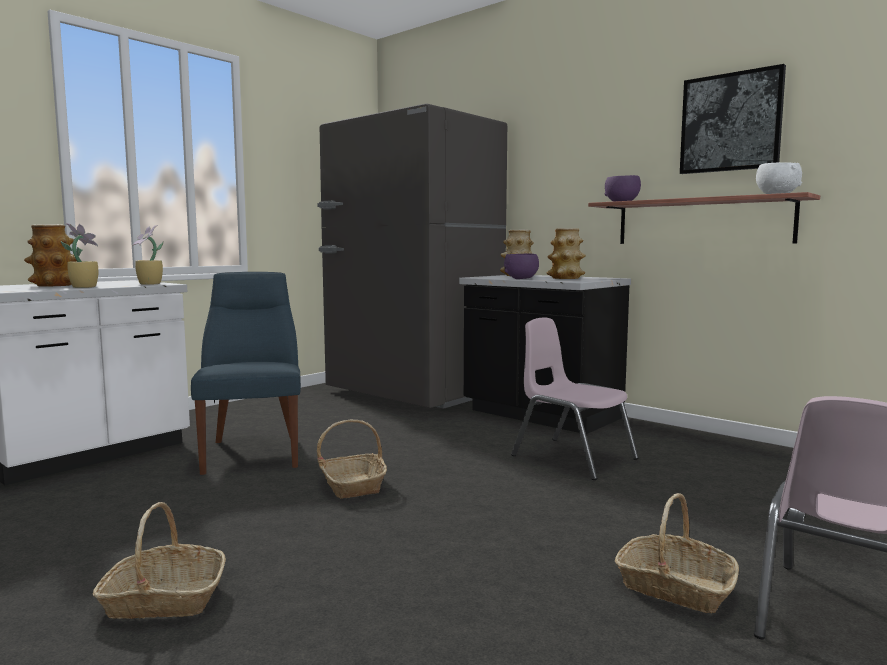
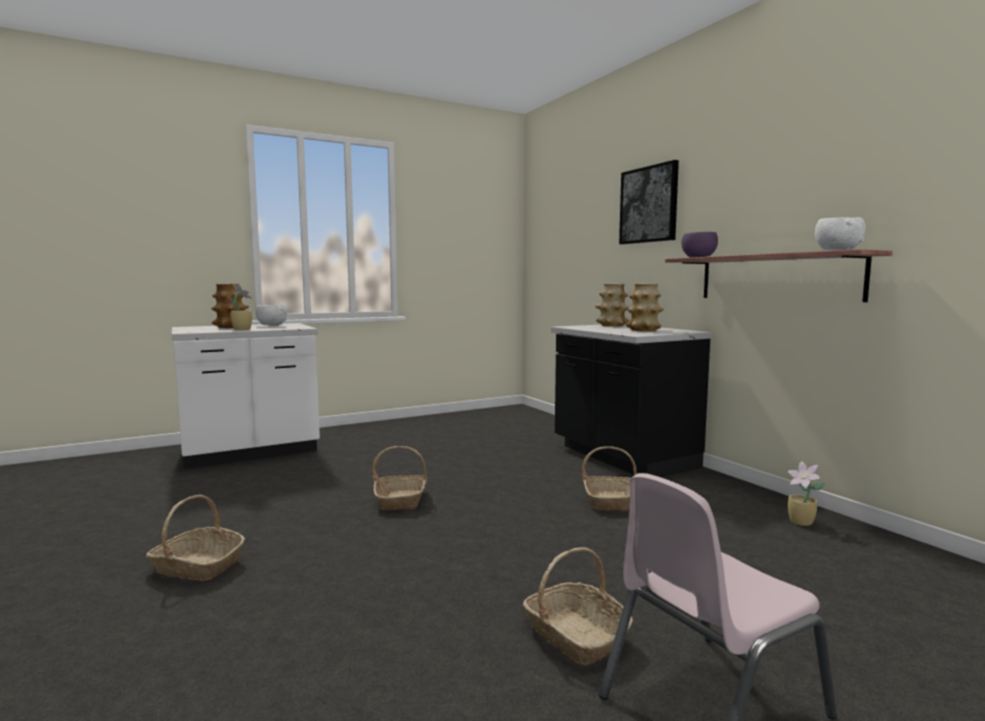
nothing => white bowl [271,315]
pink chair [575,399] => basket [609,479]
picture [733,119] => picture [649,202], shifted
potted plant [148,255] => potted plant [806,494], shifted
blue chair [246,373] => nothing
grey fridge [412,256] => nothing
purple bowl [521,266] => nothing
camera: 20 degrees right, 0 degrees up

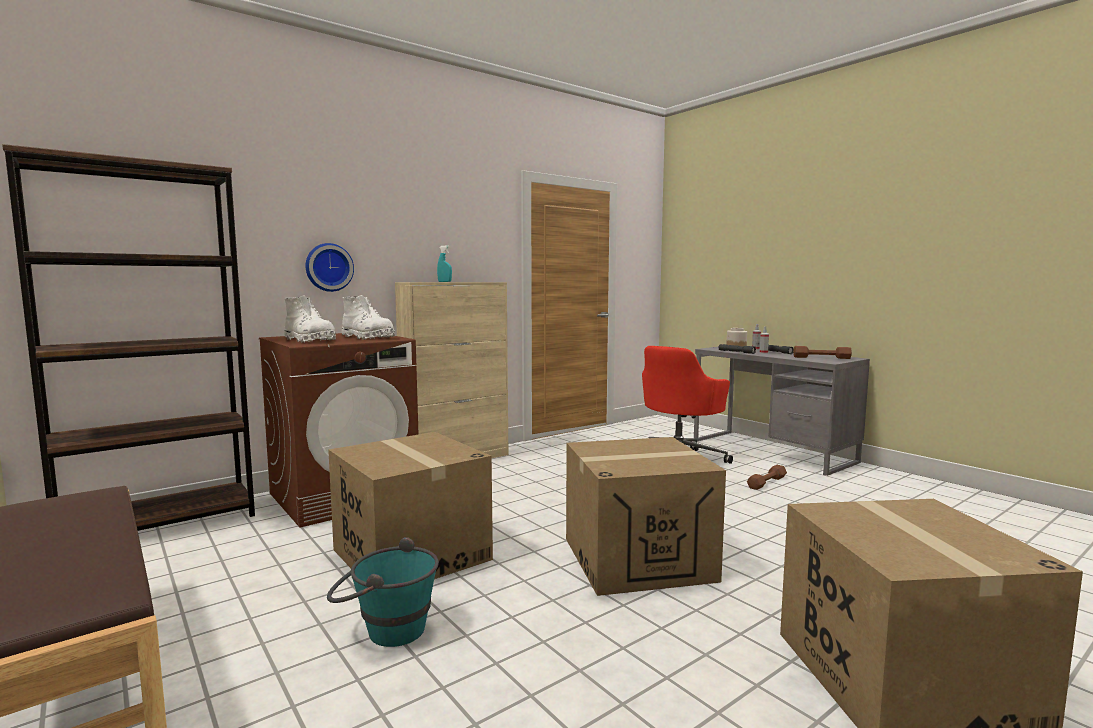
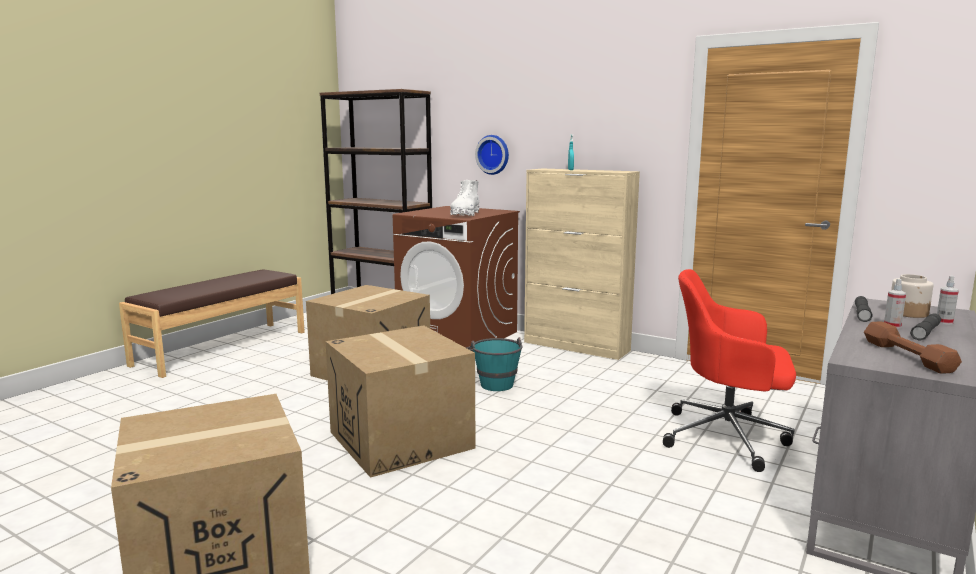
turquoise bucket [383,592] => turquoise bucket [494,364], shifted
white boot [310,319] => nothing
brown dumbbell [767,477] => nothing
camera: 70 degrees right, 5 degrees up

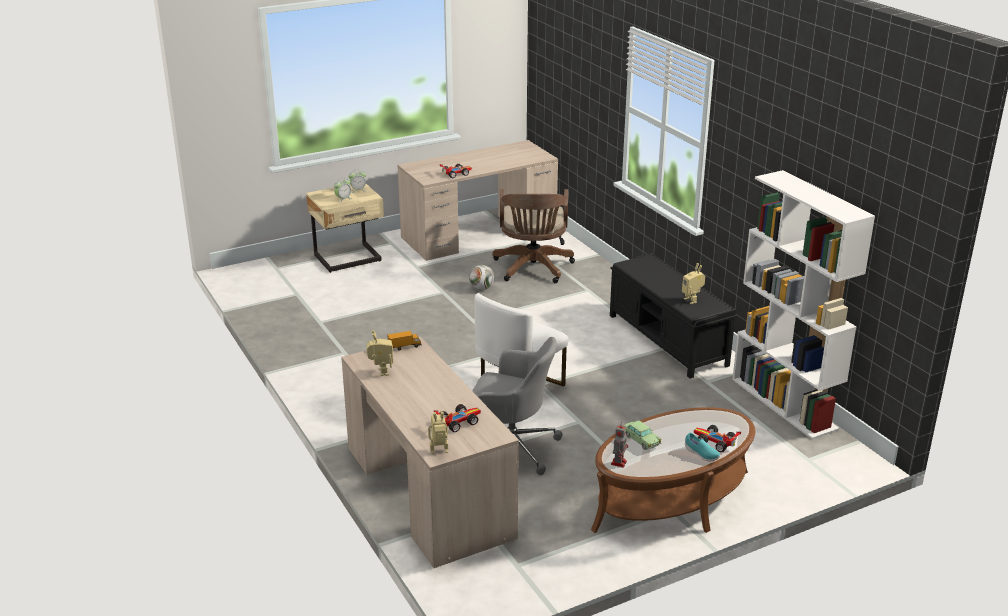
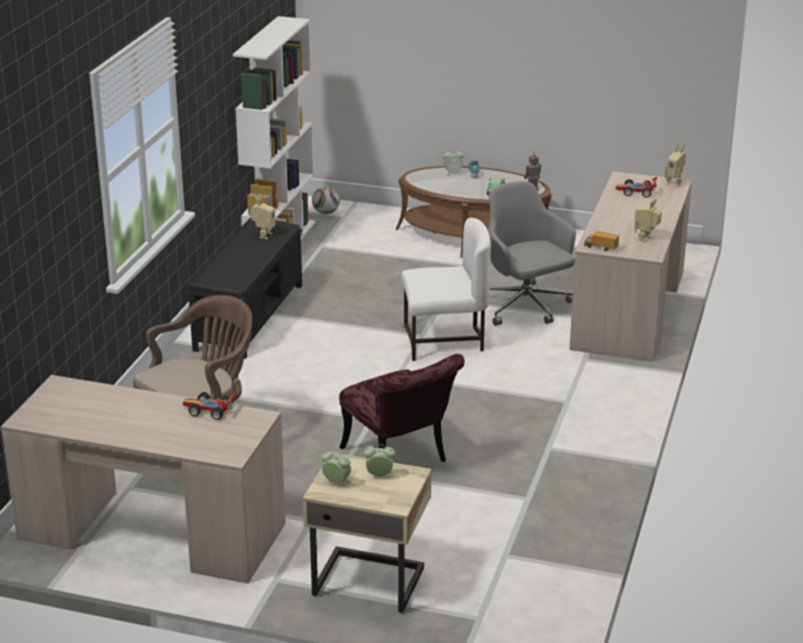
football [481,277] => football [326,200], shifted
nothing => red chair [401,408]
toy car [717,438] => alarm clock [453,162]
camera: 135 degrees left, 0 degrees up

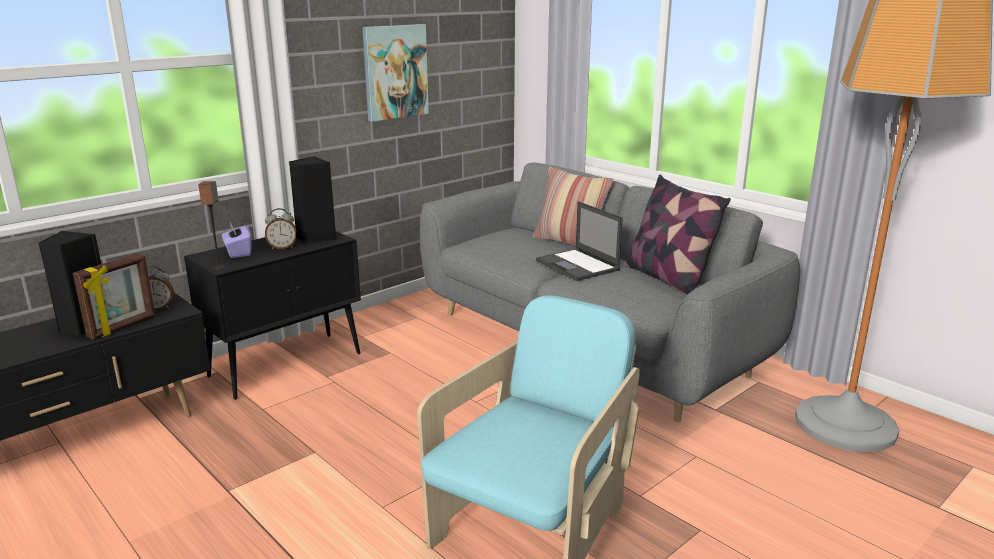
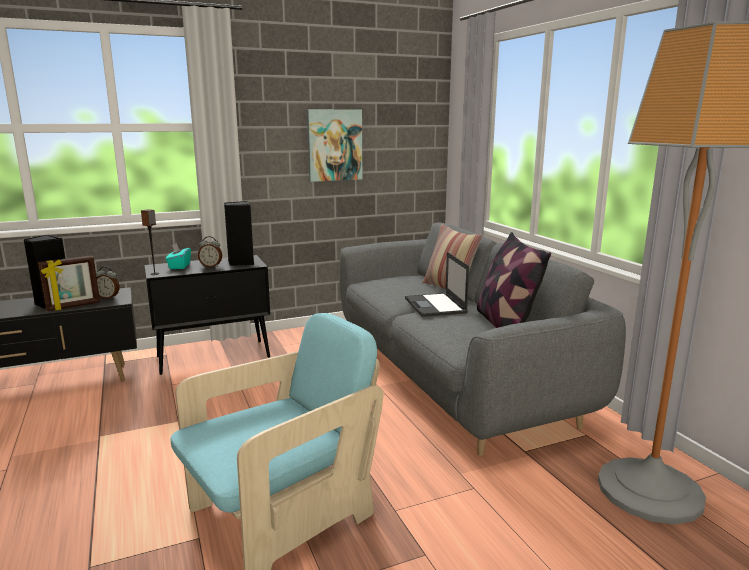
purple tissue box [237,240] => turquoise tissue box [178,256]
camera: 20 degrees right, 5 degrees down

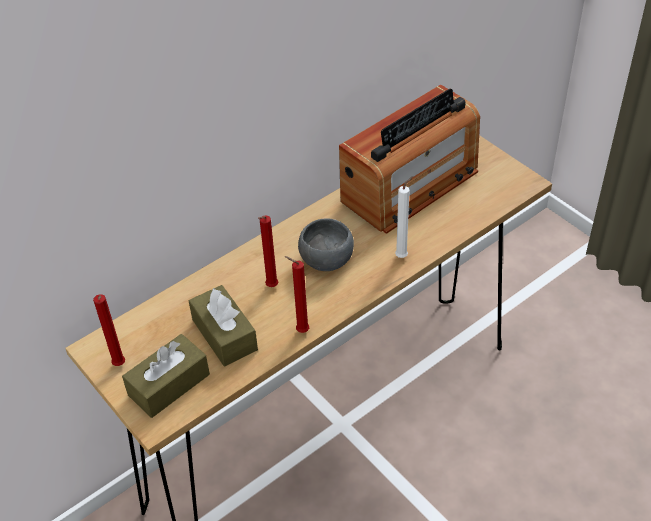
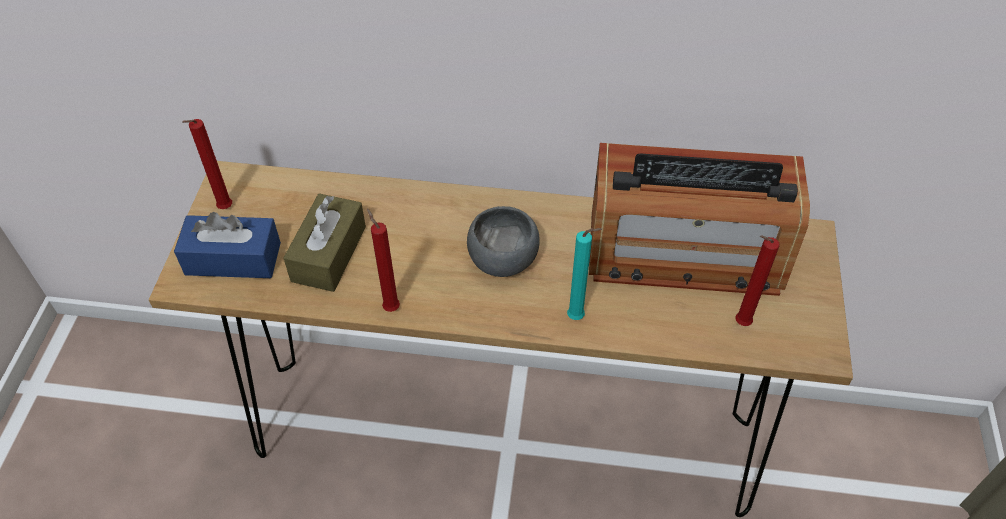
brown tissue box [166,376] => blue tissue box [227,245]
white candle [404,217] => turquoise candle [584,274]
red candle [268,251] => red candle [757,280], shifted
camera: 45 degrees right, 5 degrees up

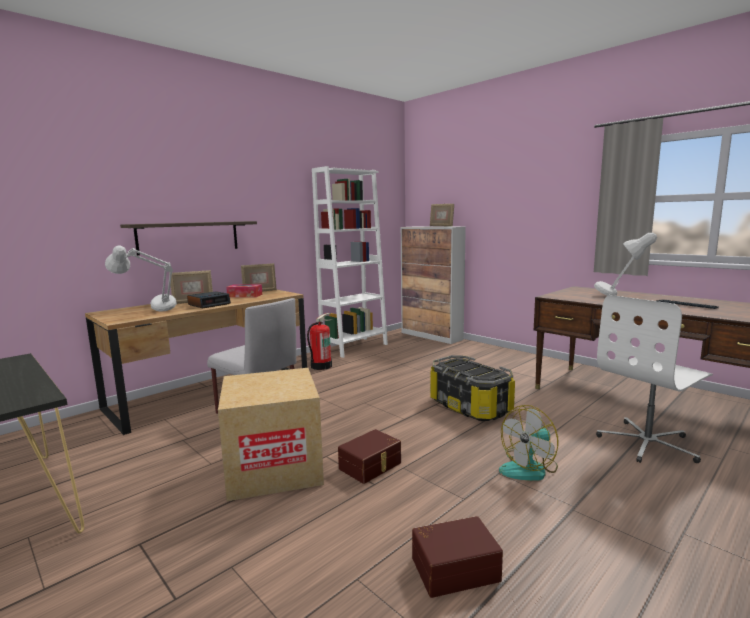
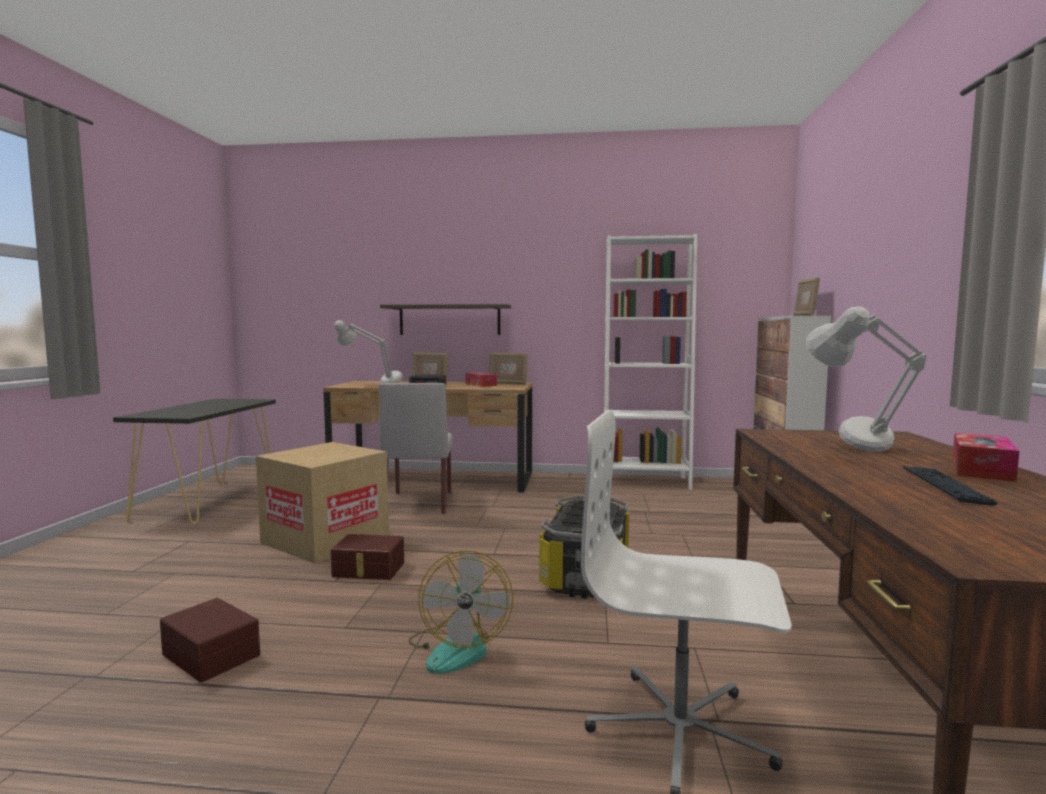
fan [529,443] => fan [461,612], 105 degrees counterclockwise
nothing => tissue box [985,457]
fire extinguisher [320,341] => nothing
camera: 50 degrees right, 5 degrees down

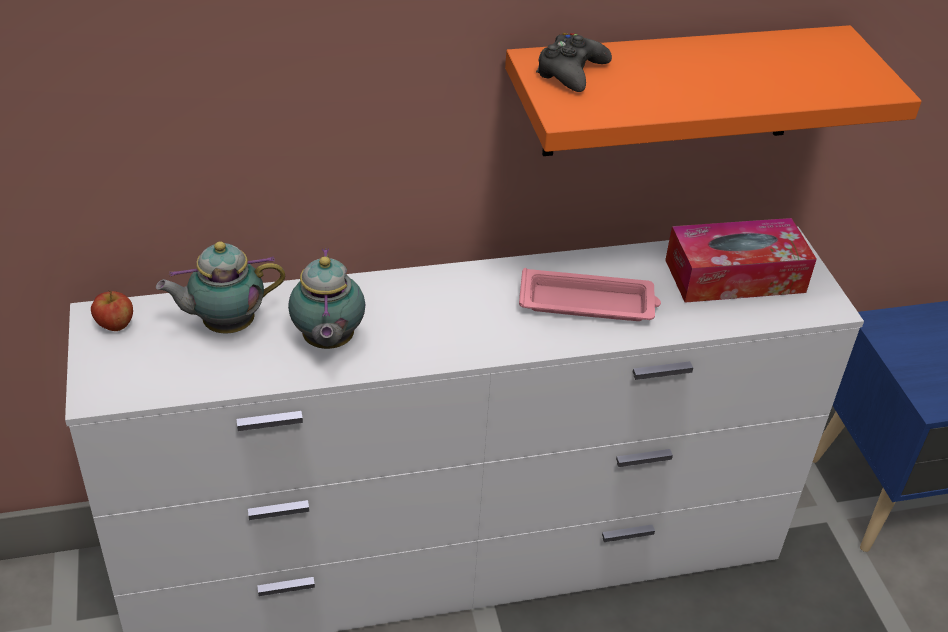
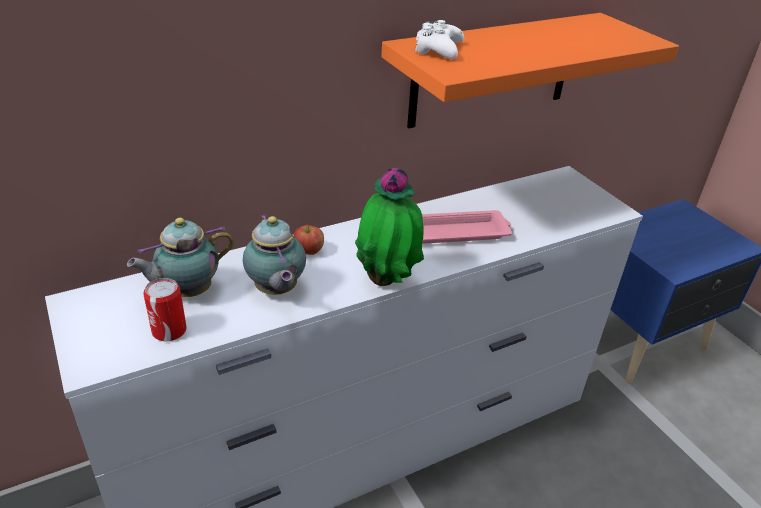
nothing => can [165,309]
apple [112,310] => apple [308,239], shifted
nothing => potted plant [389,227]
black game controller [574,62] => white game controller [439,39]
tissue box [741,260] => nothing
camera: 15 degrees left, 5 degrees down

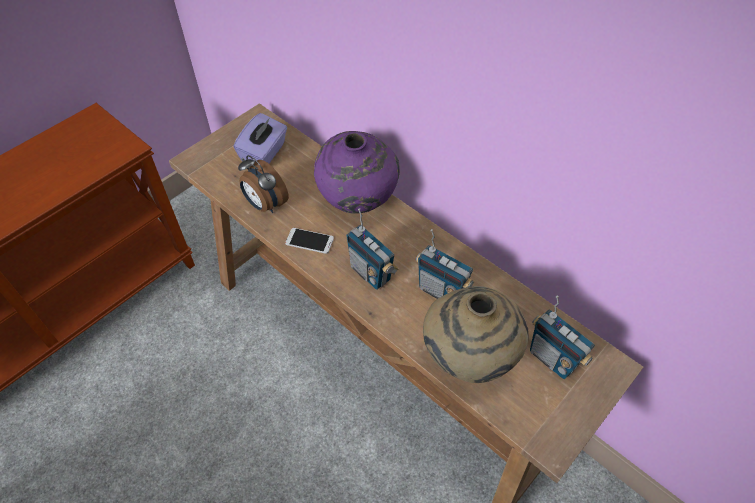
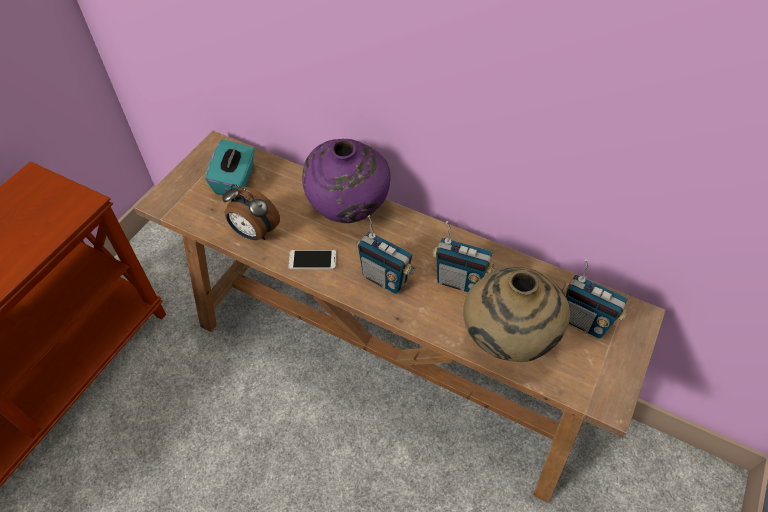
purple tissue box [260,138] => turquoise tissue box [230,167]
camera: 15 degrees left, 0 degrees up

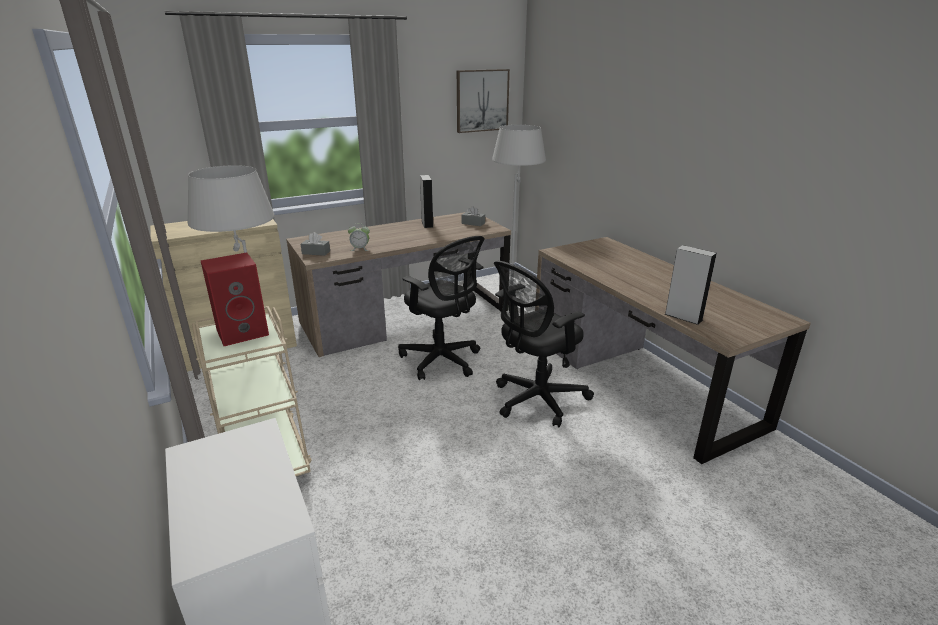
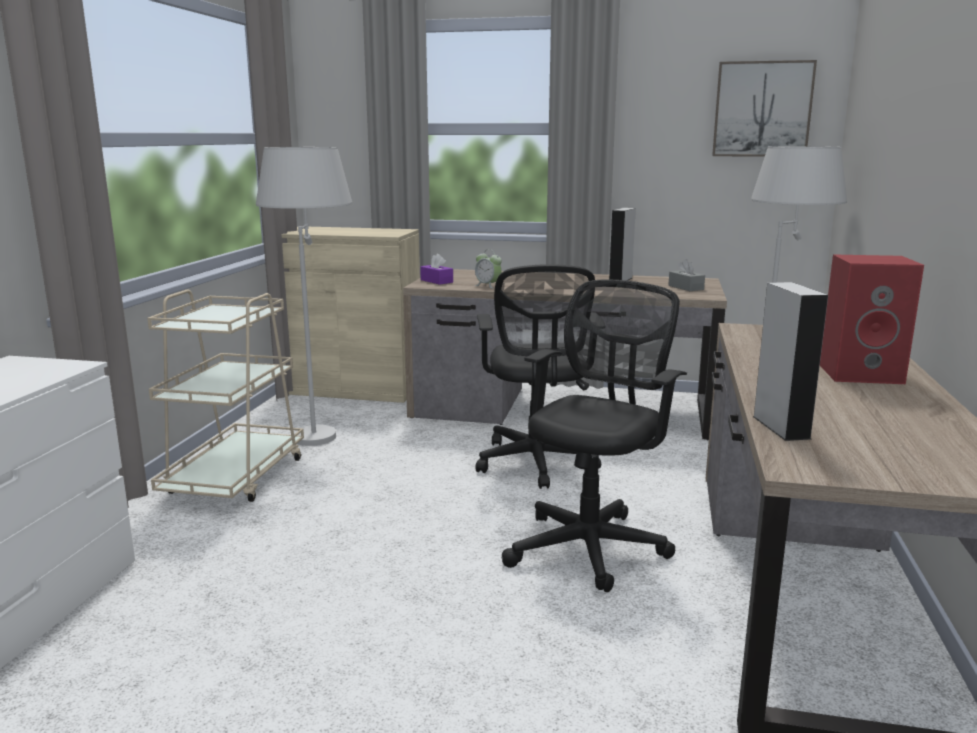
grey tissue box [315,244] => purple tissue box [436,269]
black office chair [544,344] => black office chair [594,436], 120 degrees clockwise
red speaker [235,299] => red speaker [872,319], shifted
camera: 40 degrees right, 10 degrees down

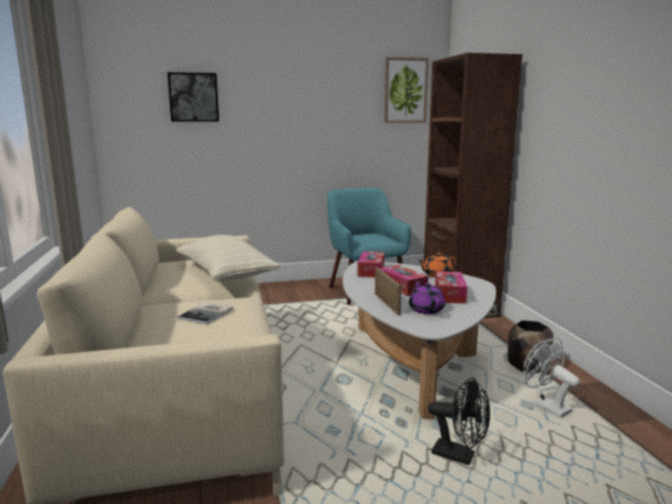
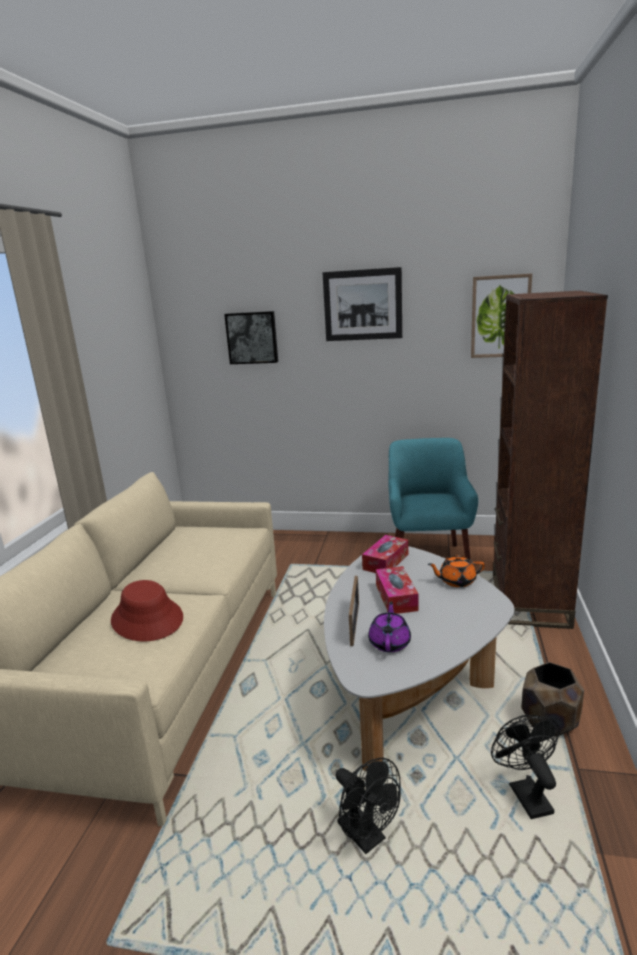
book [205,313] => red hat [147,610]
nothing => picture [362,304]
white fan [551,378] => black fan [525,767]
beige pillow [228,257] => nothing
tissue box [451,287] => nothing
camera: 25 degrees right, 5 degrees up

